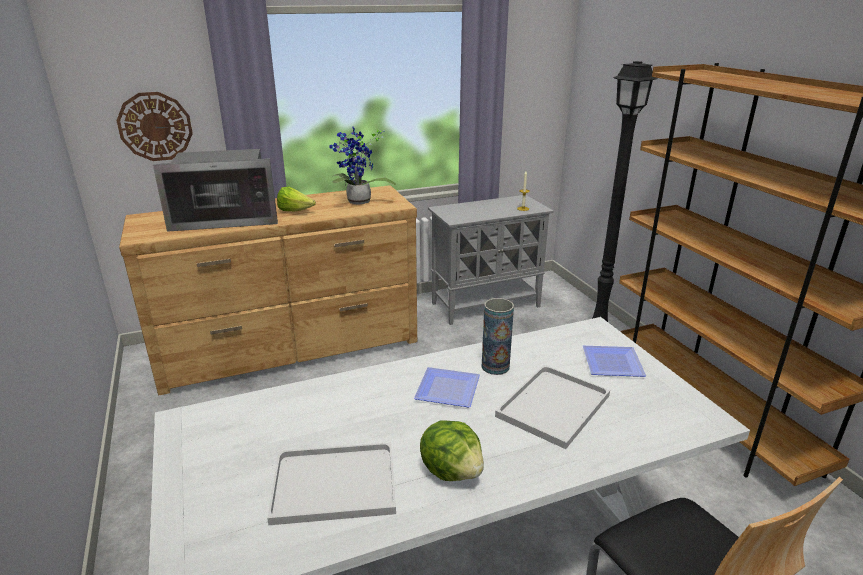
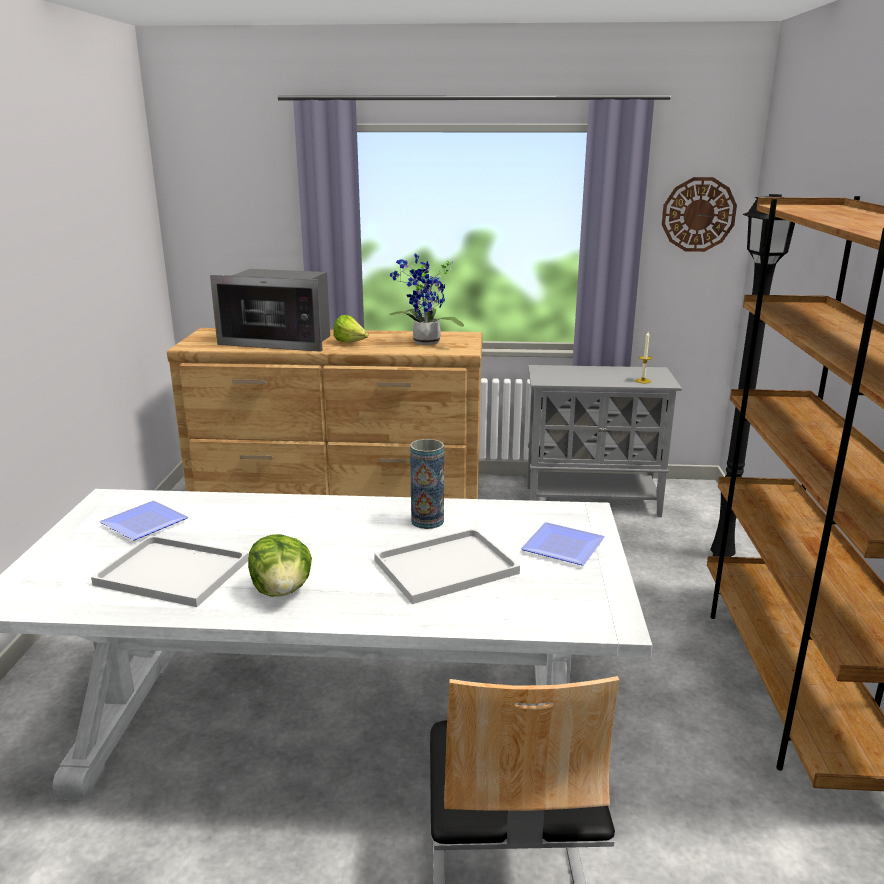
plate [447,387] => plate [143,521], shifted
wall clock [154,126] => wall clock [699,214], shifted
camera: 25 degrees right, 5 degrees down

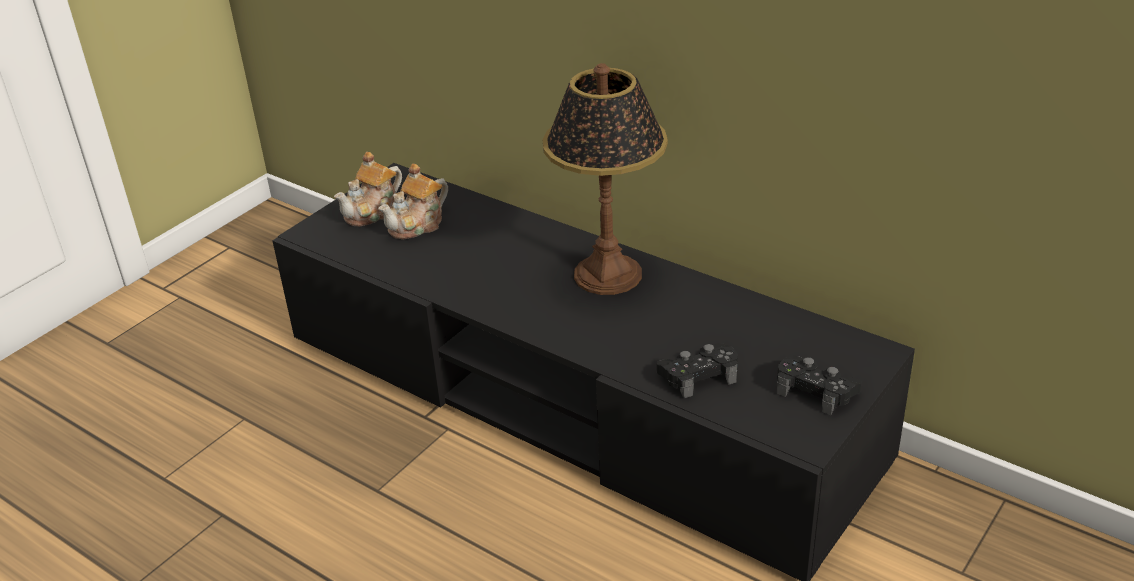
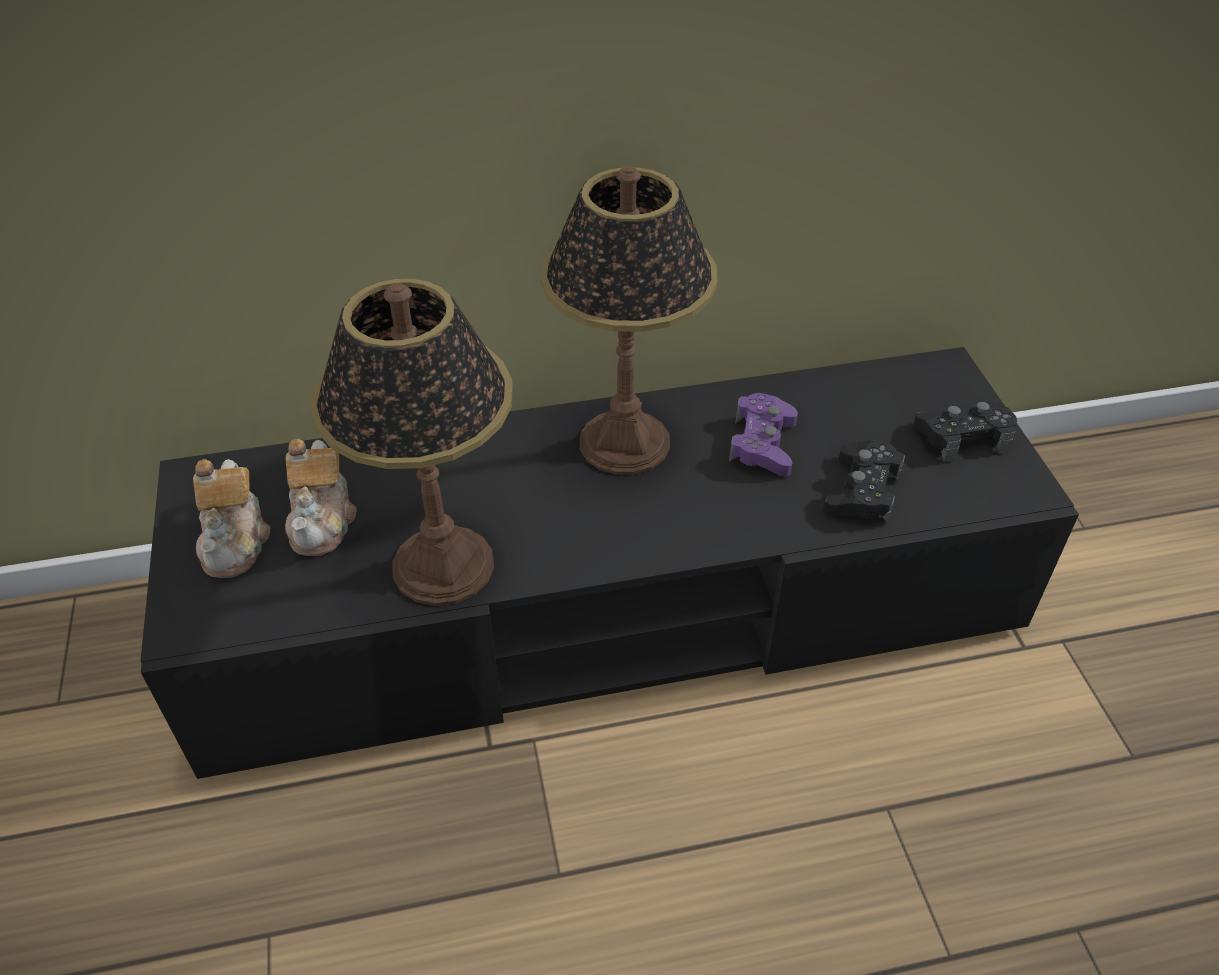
nothing => table lamp [411,442]
nothing => purple game controller [763,435]
camera: 50 degrees left, 10 degrees up

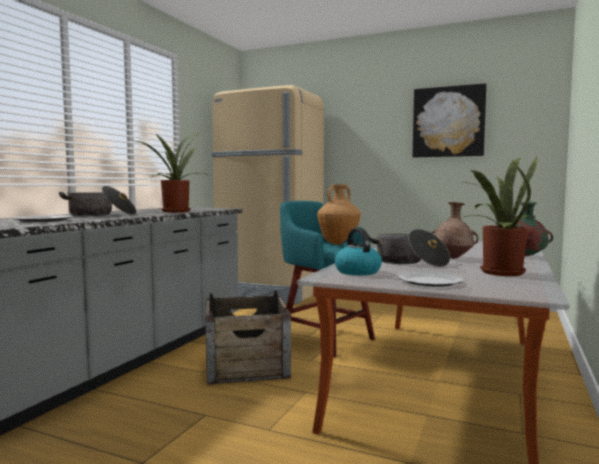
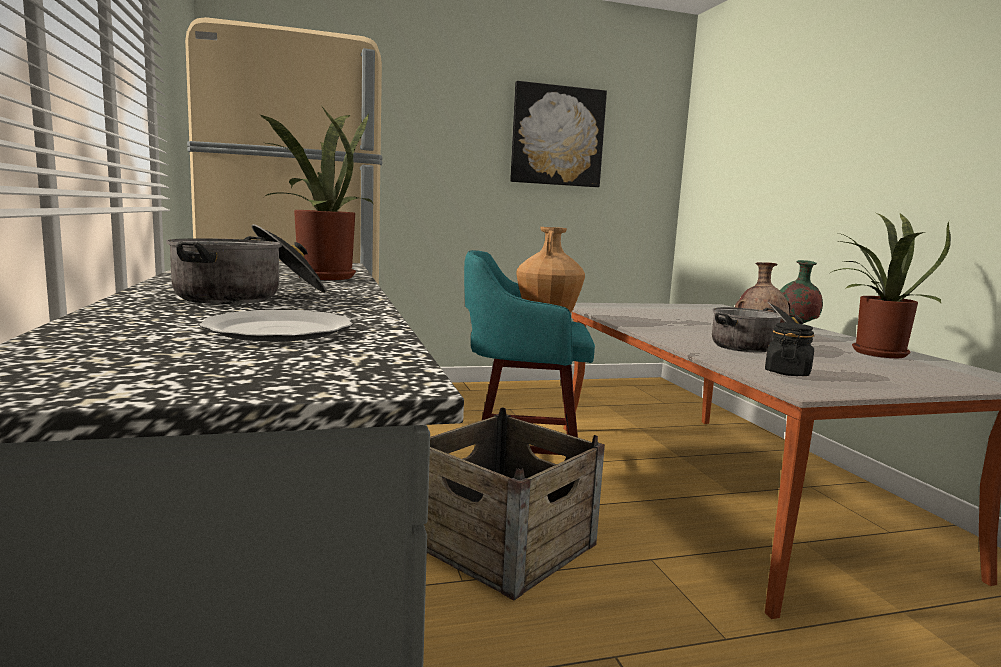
kettle [358,251] => black jar [789,349]
plate [430,279] => nothing
camera: 40 degrees left, 5 degrees up

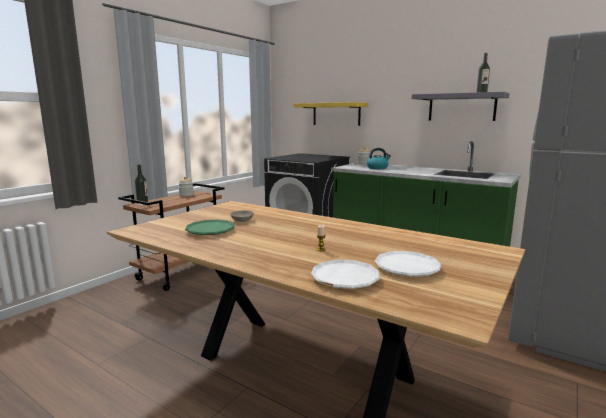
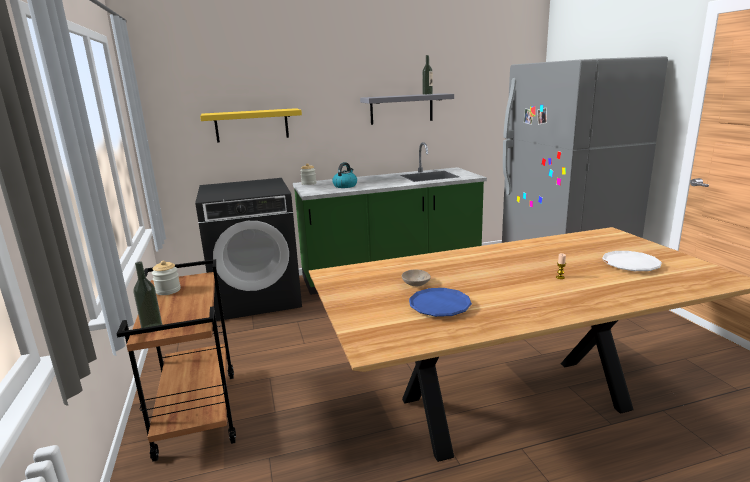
green plate [210,227] => blue plate [440,302]
white plate [345,274] => nothing
camera: 50 degrees left, 5 degrees up

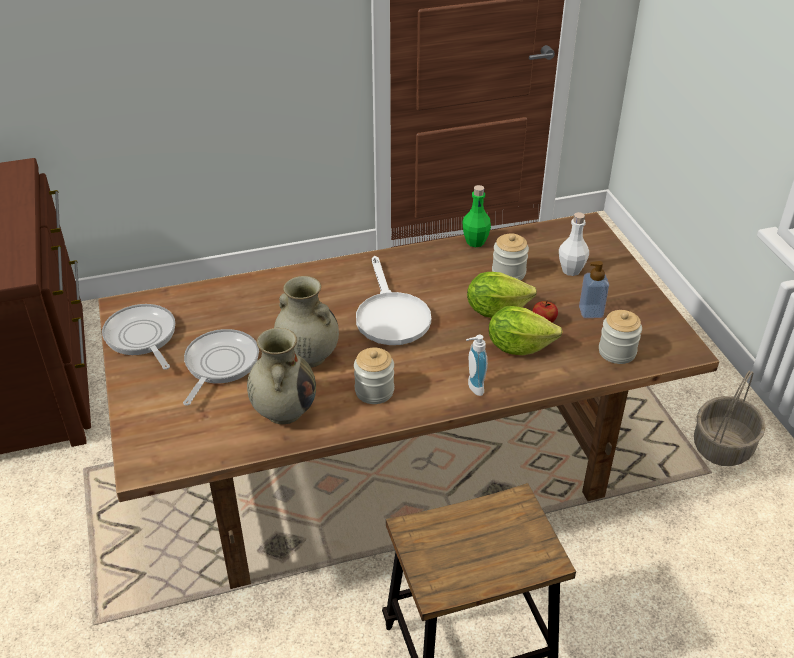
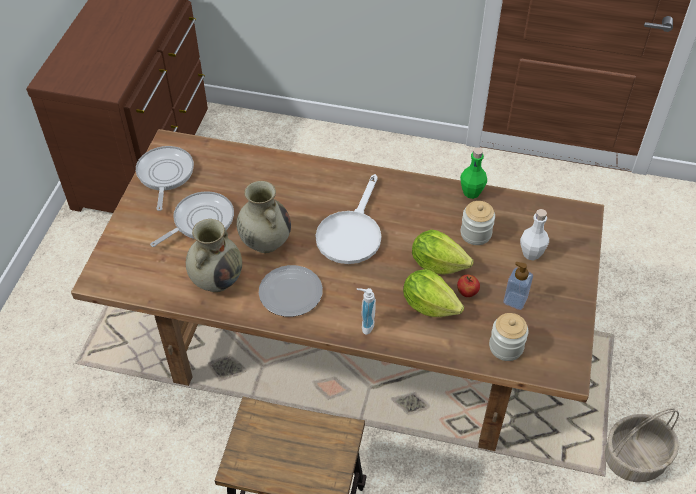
jar [374,376] => plate [291,291]
camera: 30 degrees right, 10 degrees up

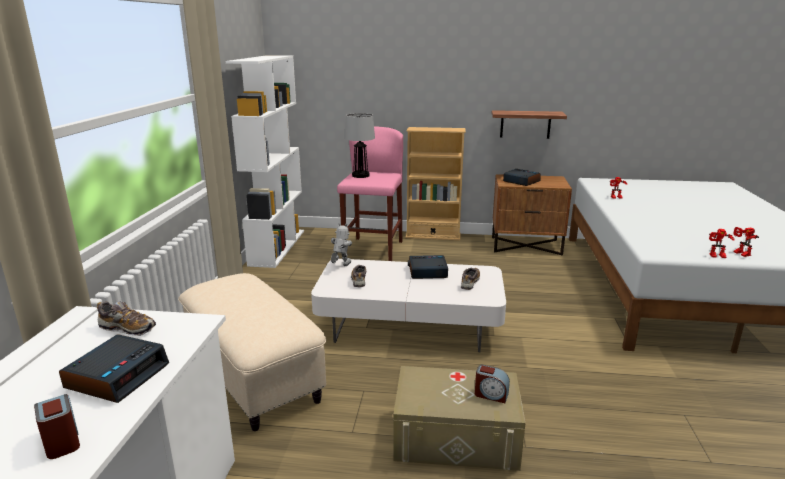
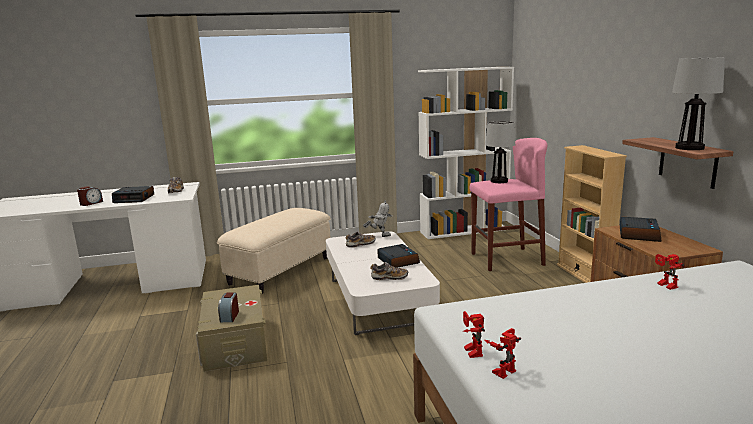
nothing => table lamp [698,103]
camera: 70 degrees right, 5 degrees down

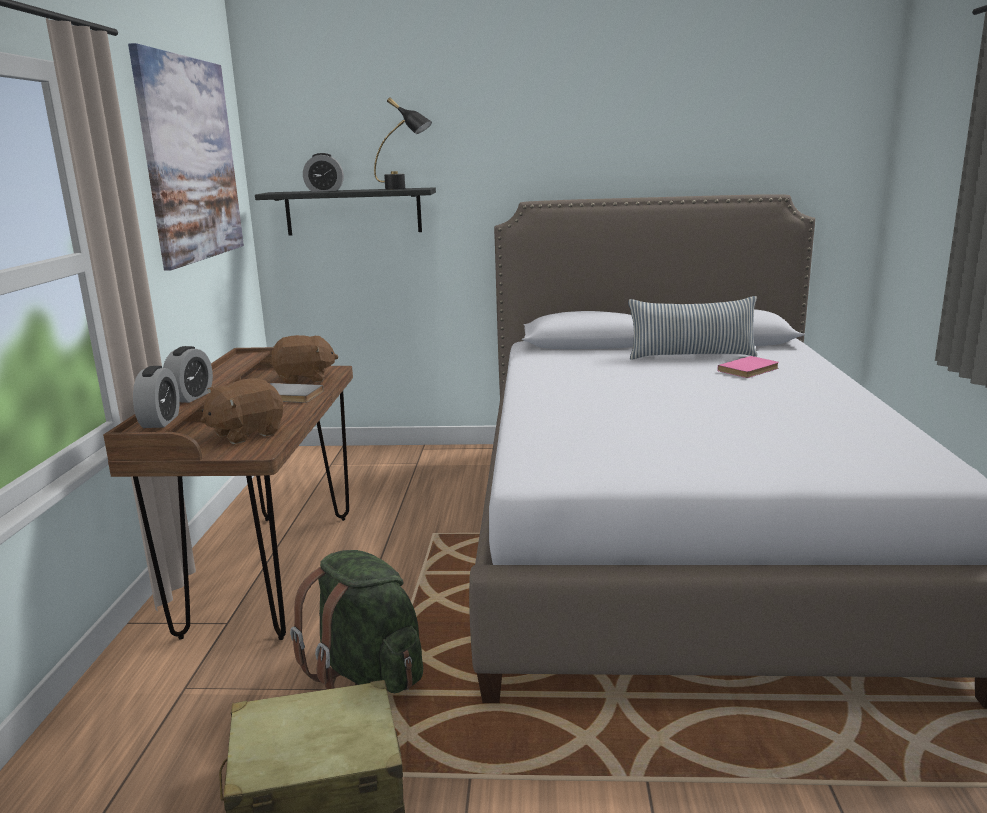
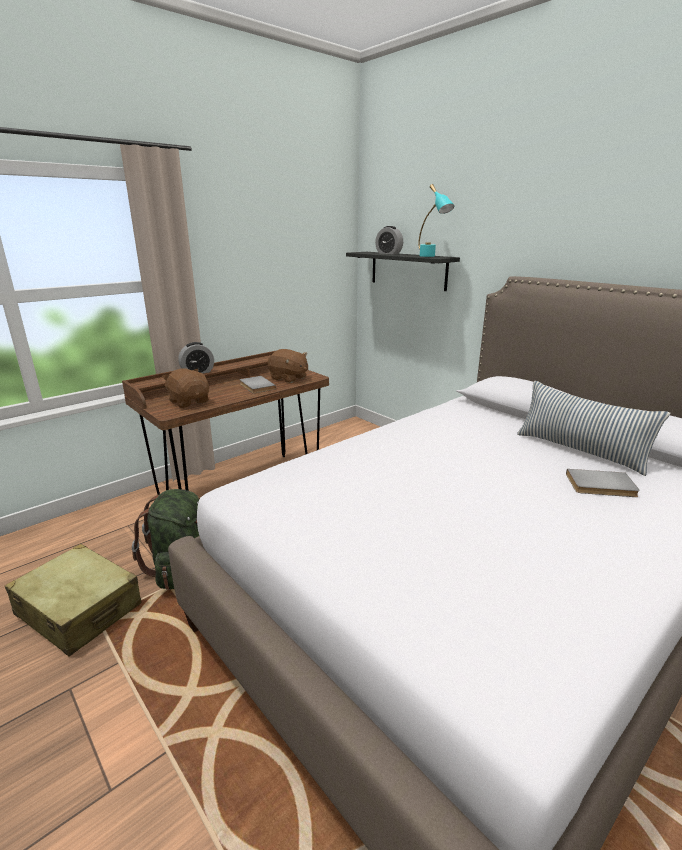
brown plush toy [241,411] => brown plush toy [185,388], 45 degrees clockwise
black table lamp [403,143] => turquoise table lamp [436,220]
pink book [748,367] => grey book [603,483]
picture [186,157] => nothing
alarm clock [156,397] => nothing
camera: 45 degrees right, 5 degrees up

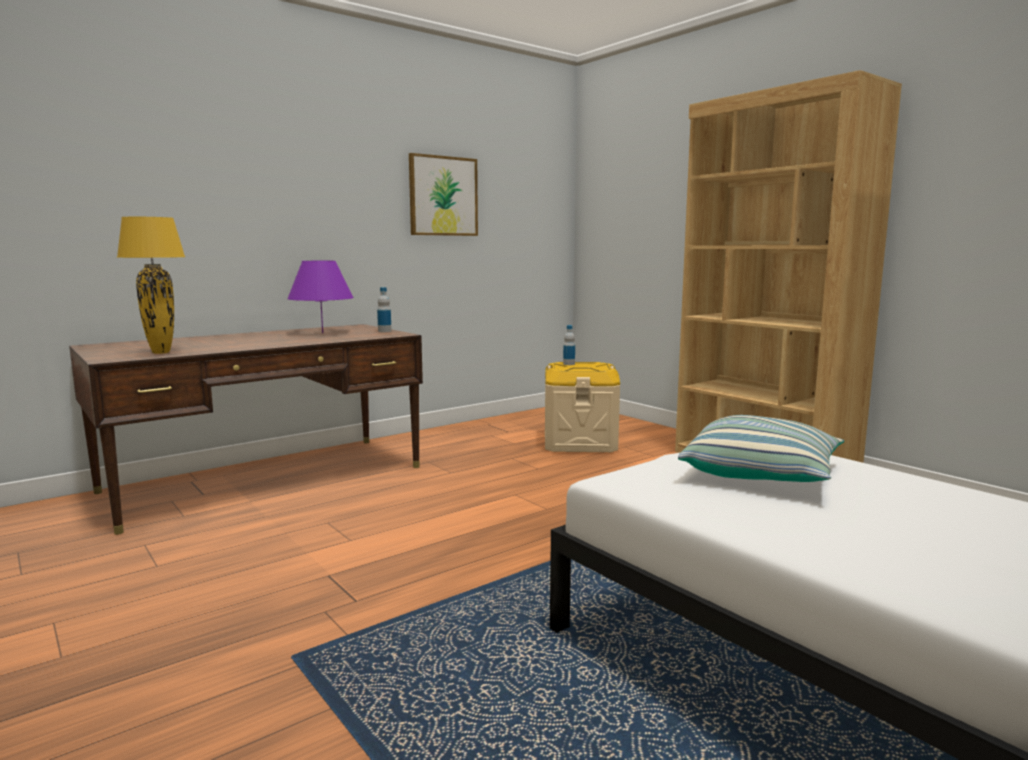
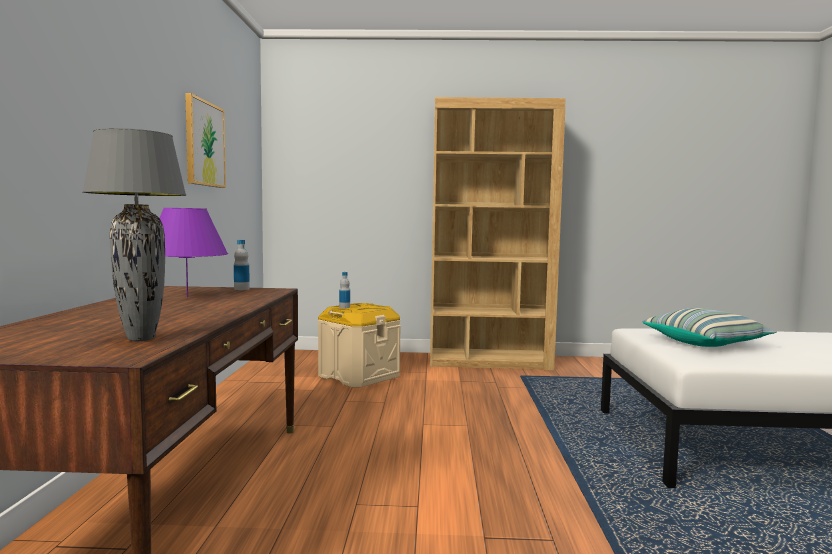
yellow table lamp [151,285] => grey table lamp [134,234]
camera: 50 degrees left, 5 degrees down

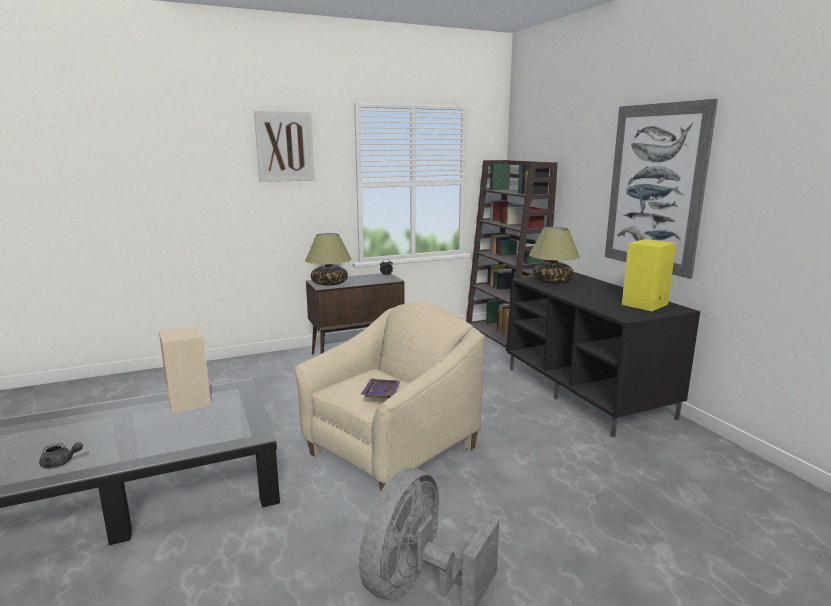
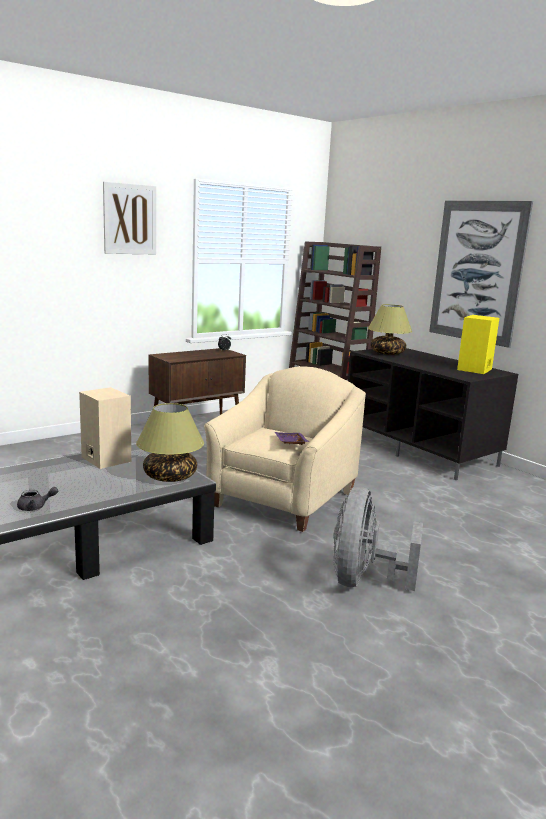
table lamp [328,259] => table lamp [170,442], shifted
camera: 15 degrees left, 0 degrees up

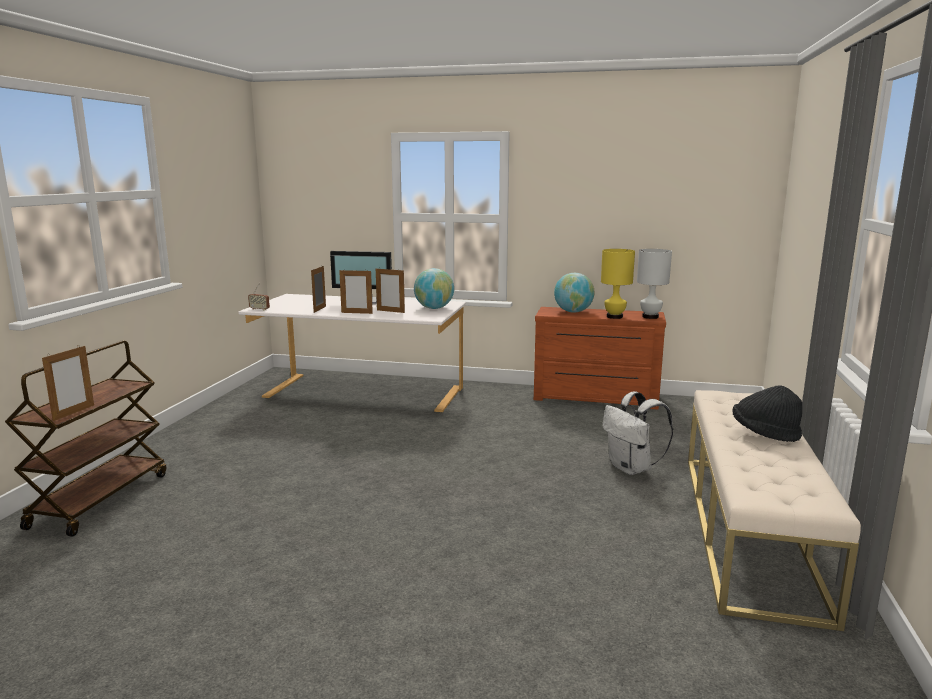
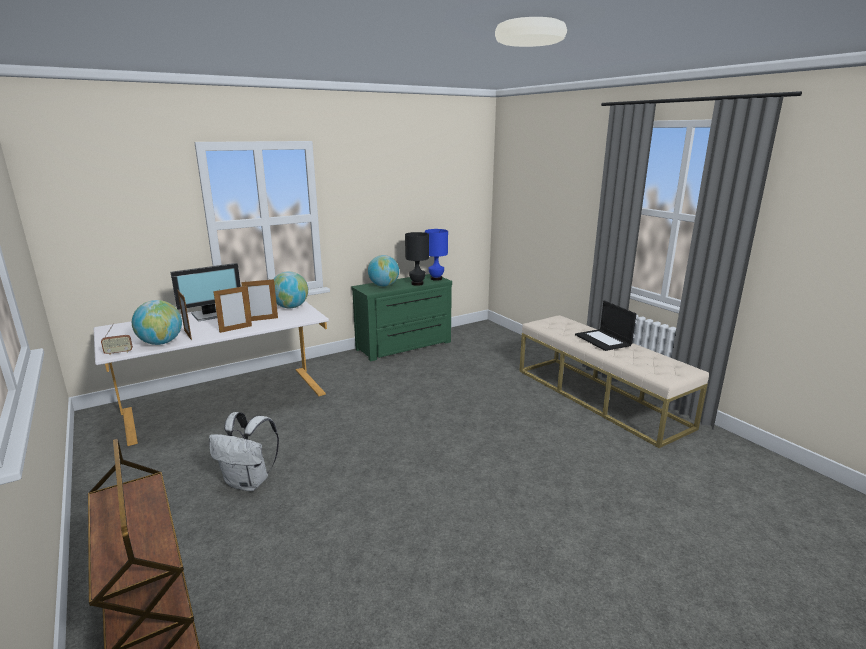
nothing => globe [157,322]
white backpack [638,433] => white backpack [244,451], shifted
brown dresser [600,358] => green dresser [402,317]
yellow table lamp [618,284] => black table lamp [417,259]
white table lamp [654,284] => blue table lamp [436,255]
black hat [767,413] => laptop [605,326]
picture frame [68,383] => nothing
camera: 45 degrees left, 5 degrees up

